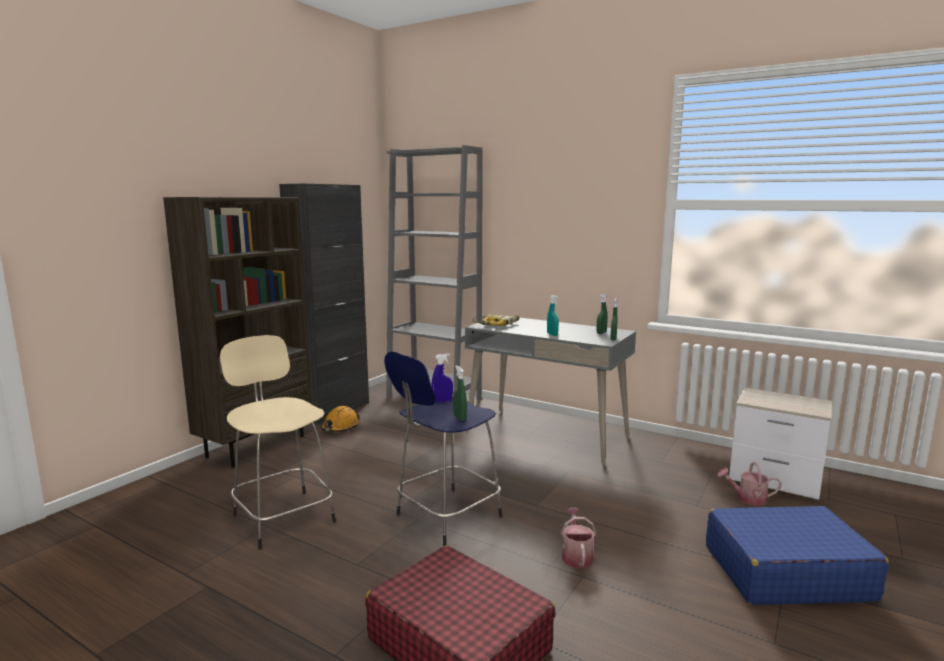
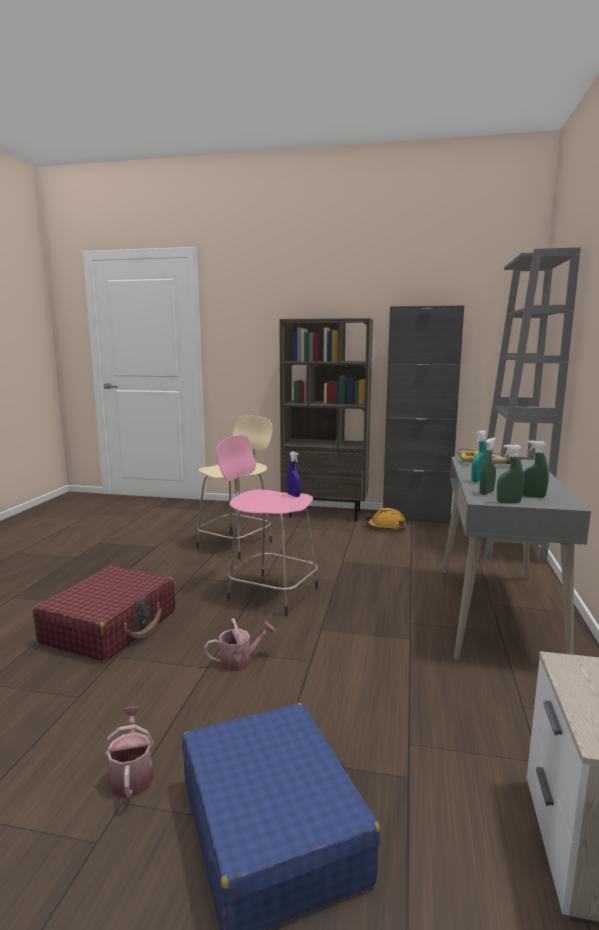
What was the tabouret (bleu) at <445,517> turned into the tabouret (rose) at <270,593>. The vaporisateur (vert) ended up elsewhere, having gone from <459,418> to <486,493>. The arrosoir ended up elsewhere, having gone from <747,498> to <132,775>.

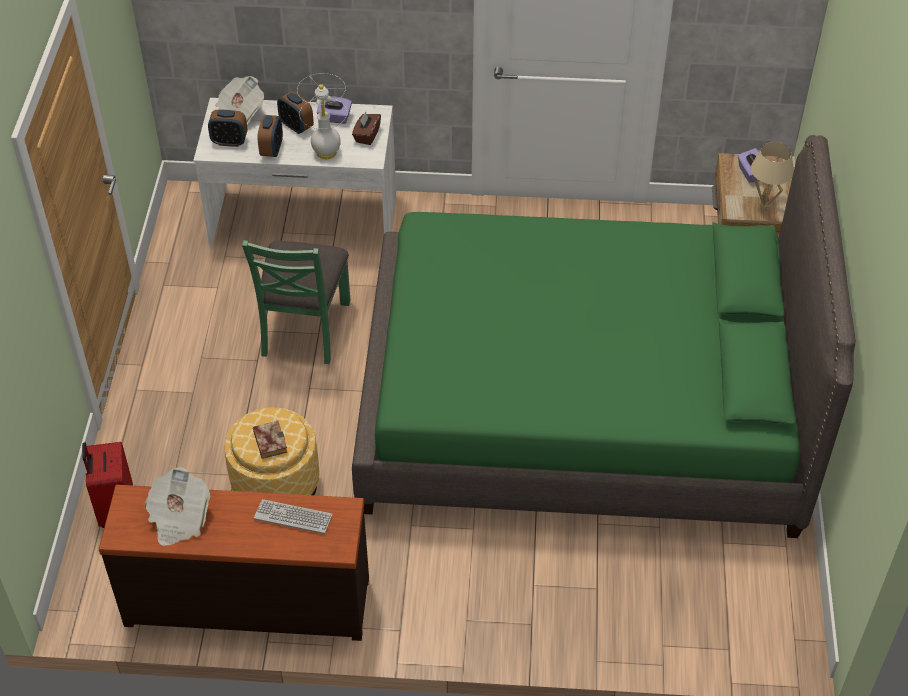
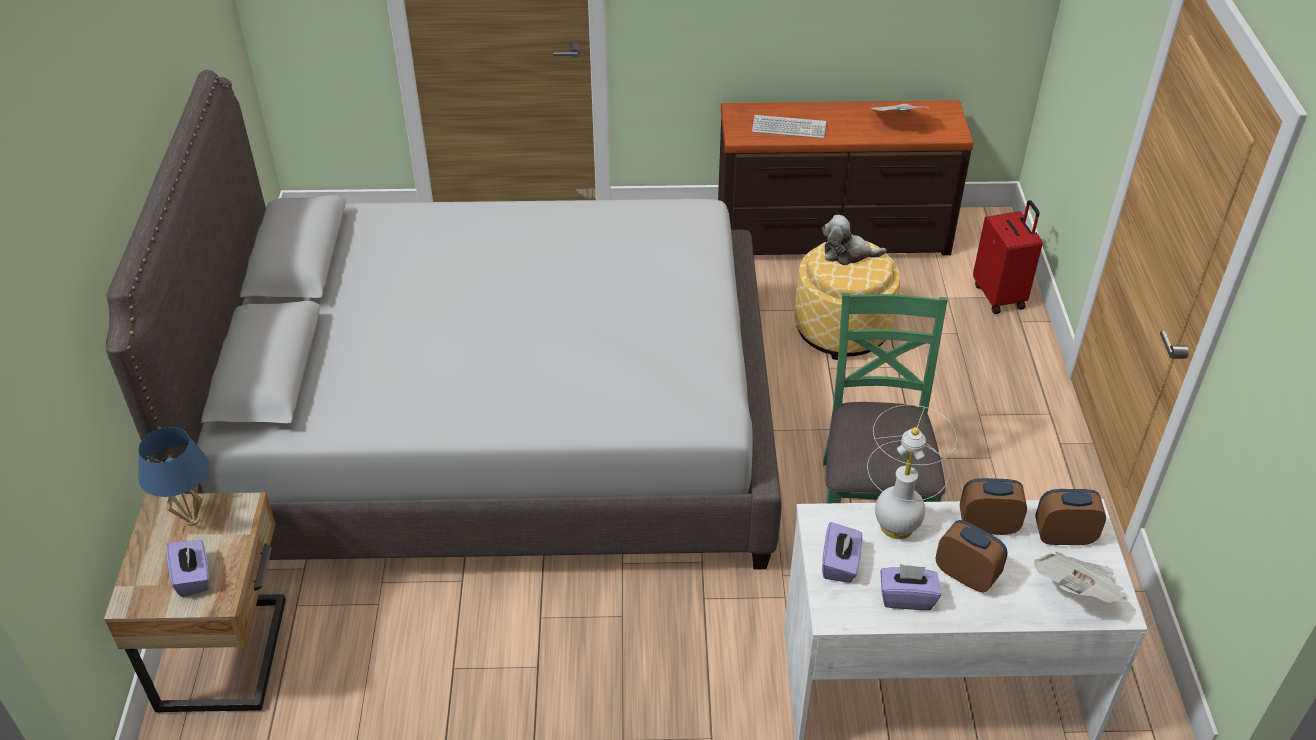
Where the livre stood at <268,441>, the peluche came to stand at <848,254>. The réveil at <272,149> ended up facing another way, 90 degrees clockwise from before. What was the boîte à mouchoirs (marron) at <367,135> turned into the boîte à mouchoirs (violet) at <840,564>. What was the lit (vert) at <583,406> turned into the lit (gris) at <496,429>. What was the lampe de table (beige) at <764,205> turned into the lampe de table (bleu) at <192,519>.

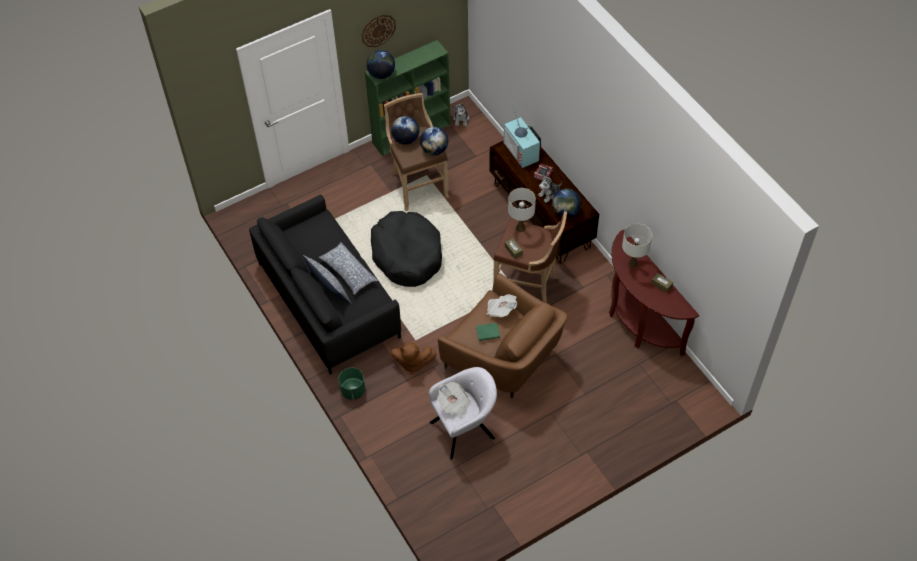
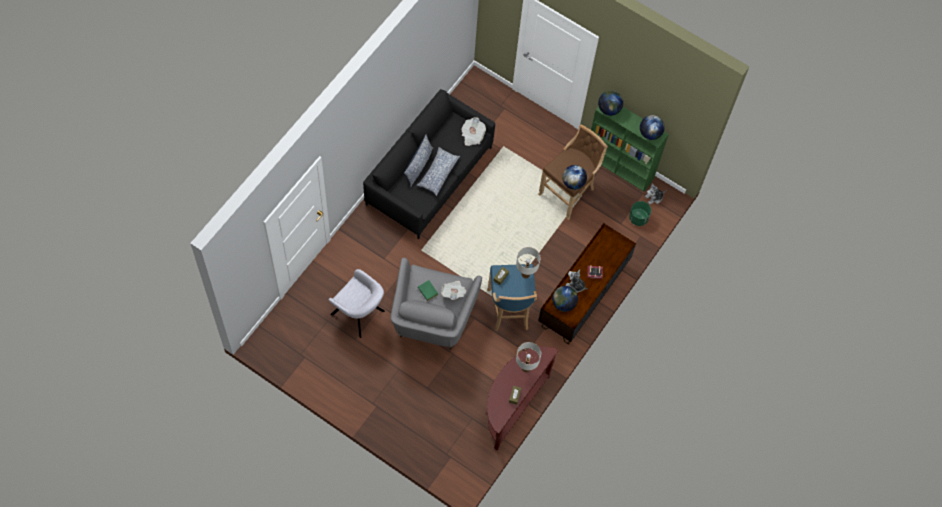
The cache-pot (vert) ended up elsewhere, having gone from <352,390> to <638,218>. The second view lost the horloge murale at <378,30>. The second view lost the panier pour chien (noir) at <407,255>. The globe ended up elsewhere, having gone from <406,139> to <650,133>. The second view lost the peluche (marron) at <412,363>. The journal ended up elsewhere, having gone from <454,404> to <472,135>. What was the fauteuil (marron) at <504,359> turned into the fauteuil (gris) at <432,318>. What was the tabouret (marron) at <528,284> turned into the tabouret (bleu) at <509,310>. The second view lost the téléviseur at <523,151>.

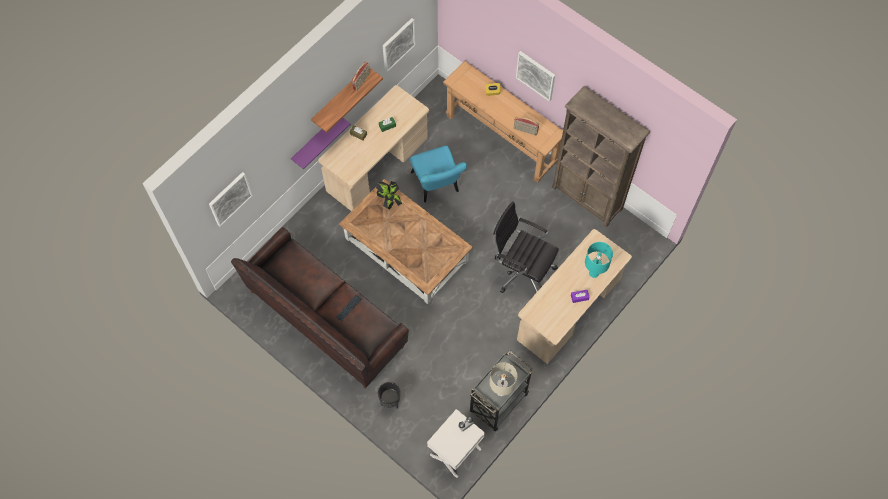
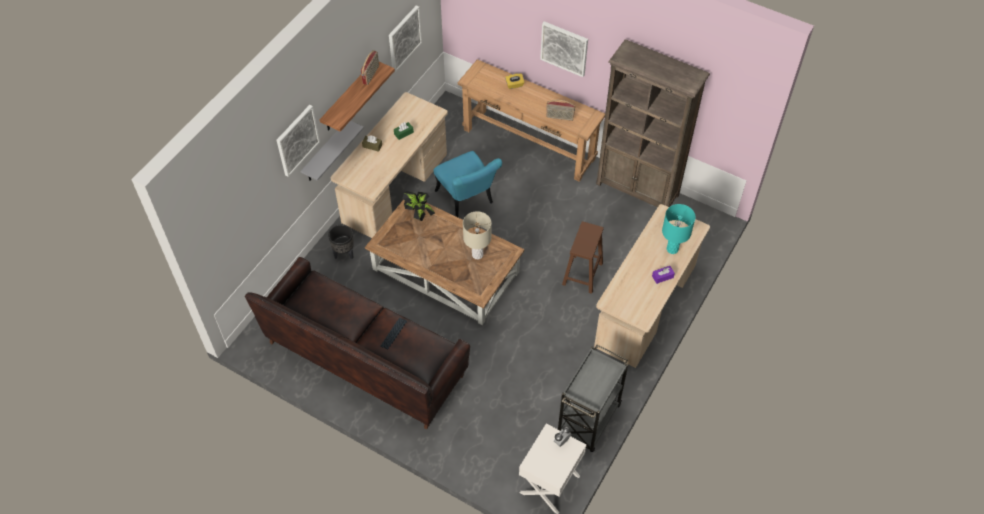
The tableau ended up elsewhere, having gone from <230,198> to <297,140>. What was the étagère (violet) at <315,141> turned into the étagère (gris) at <325,152>. The cache-pot (noir) ended up elsewhere, having gone from <390,402> to <344,254>. The lampe de table (beige) ended up elsewhere, having gone from <501,391> to <477,255>. Where the chaise de bureau (noir) stood at <522,270>, the tabouret (marron) came to stand at <582,273>.

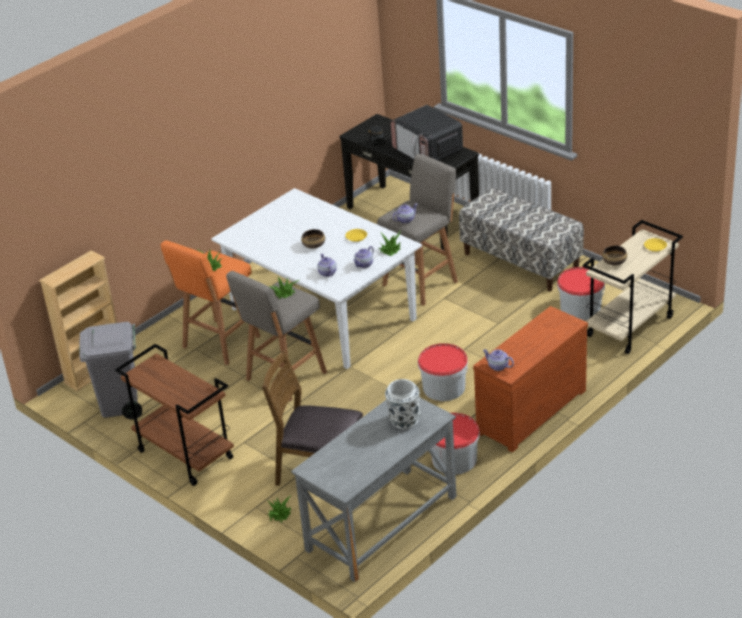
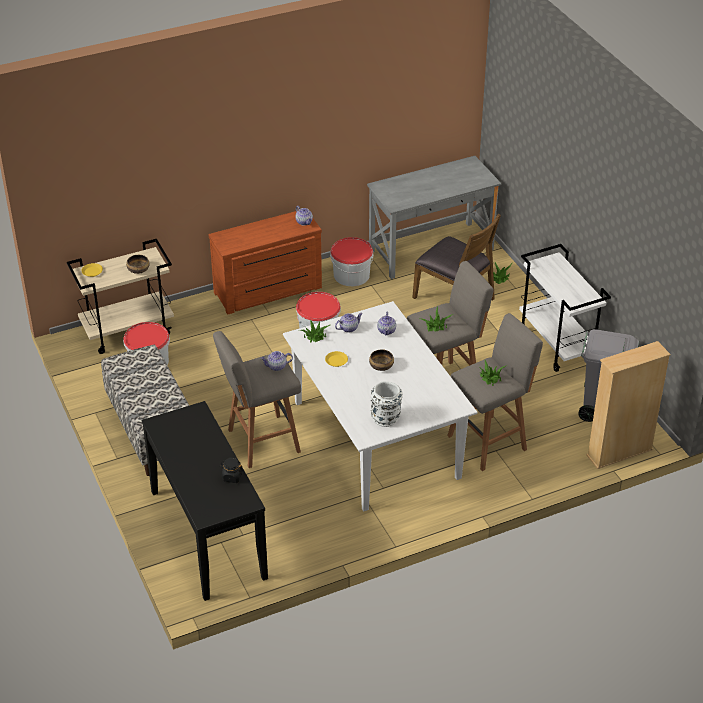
What was the chariot (marron) at <184,455> turned into the chariot (blanc) at <557,344>. What was the tabouret (orange) at <219,343> turned into the tabouret (gris) at <489,441>. The vase (blanc) ended up elsewhere, having gone from <404,420> to <386,418>. The second view lost the micro-ondes at <427,151>.

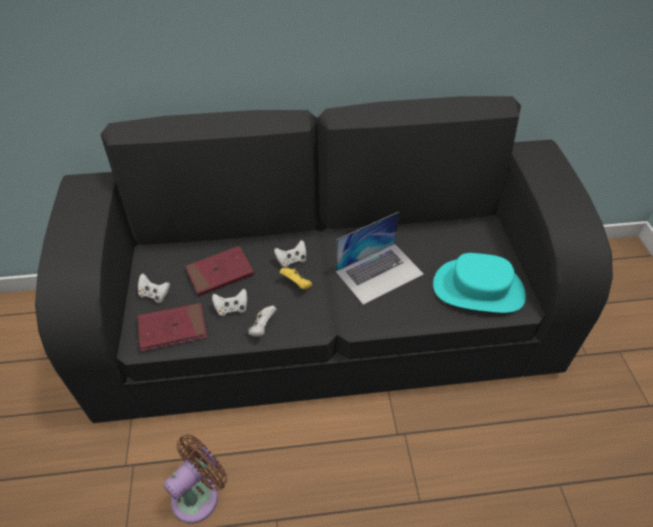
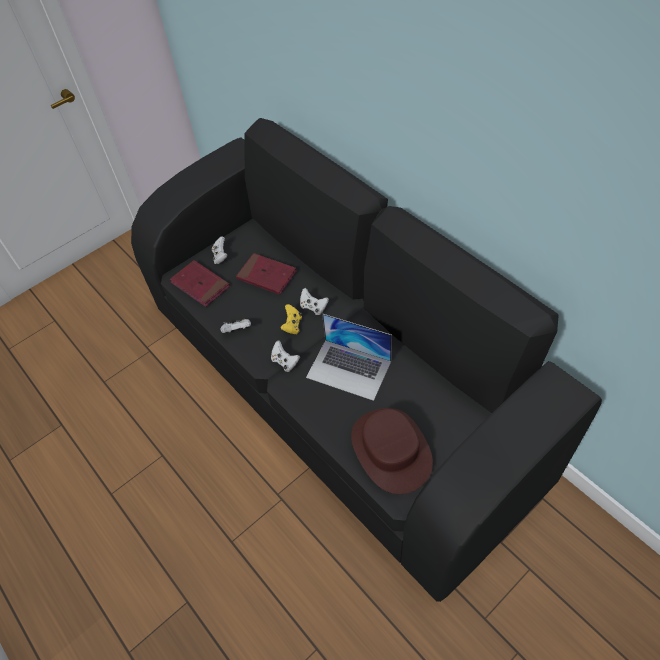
The second view lost the ventilateur (marron) at <199,494>. The manette (blanc) ended up elsewhere, having gone from <232,308> to <285,362>. What was the chapeau (turquoise) at <478,289> turned into the chapeau (marron) at <390,450>.

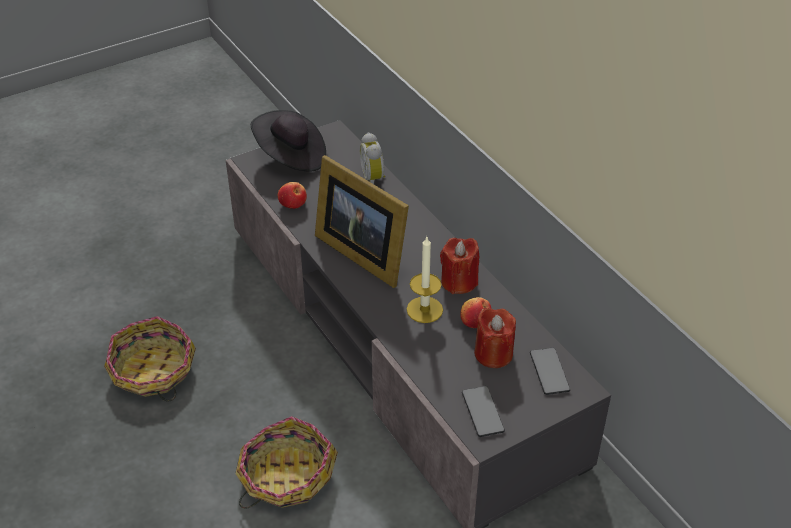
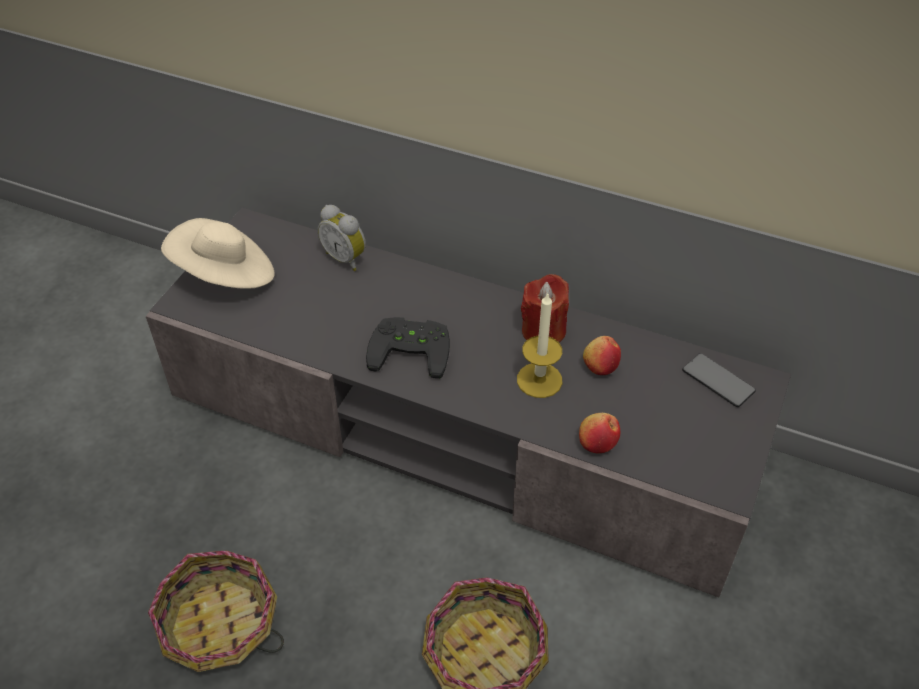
What was the chapeau (noir) at <291,157> turned into the chapeau (beige) at <225,276>. The pomme ended up elsewhere, having gone from <293,203> to <597,442>. Where the cadre photo stood at <362,251>, the manette (noir) came to stand at <412,348>. The second view lost the téléphone at <482,412>. The second view lost the bougie (rouge) at <493,354>.

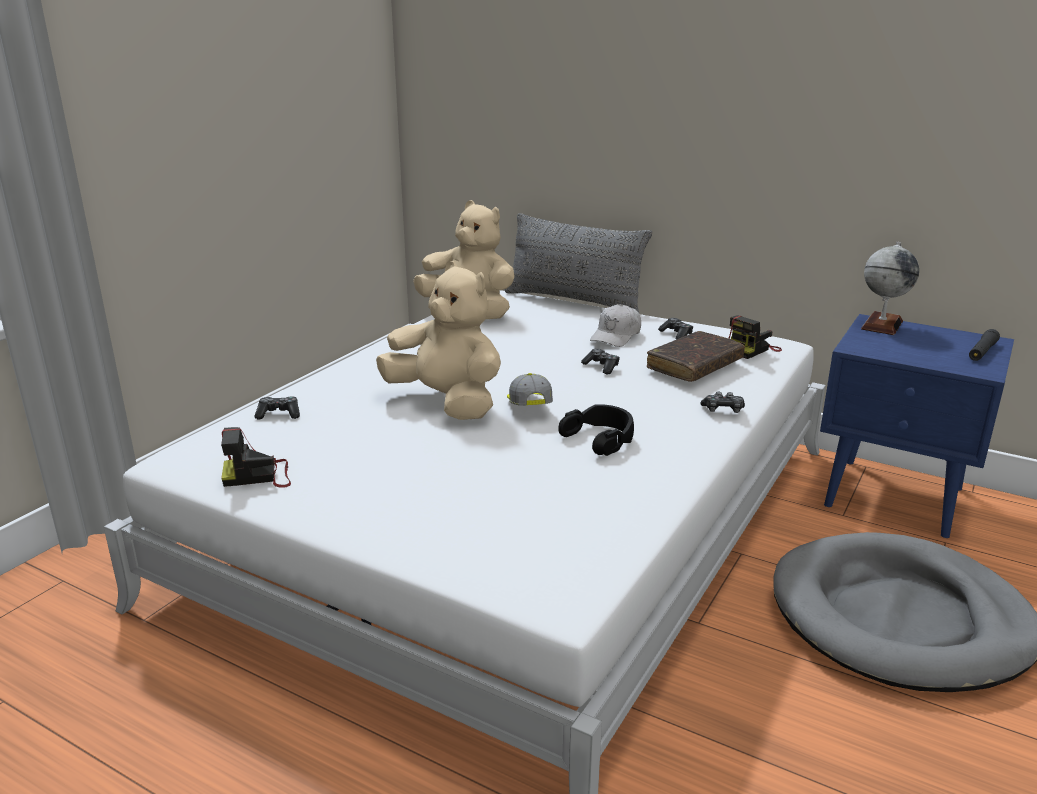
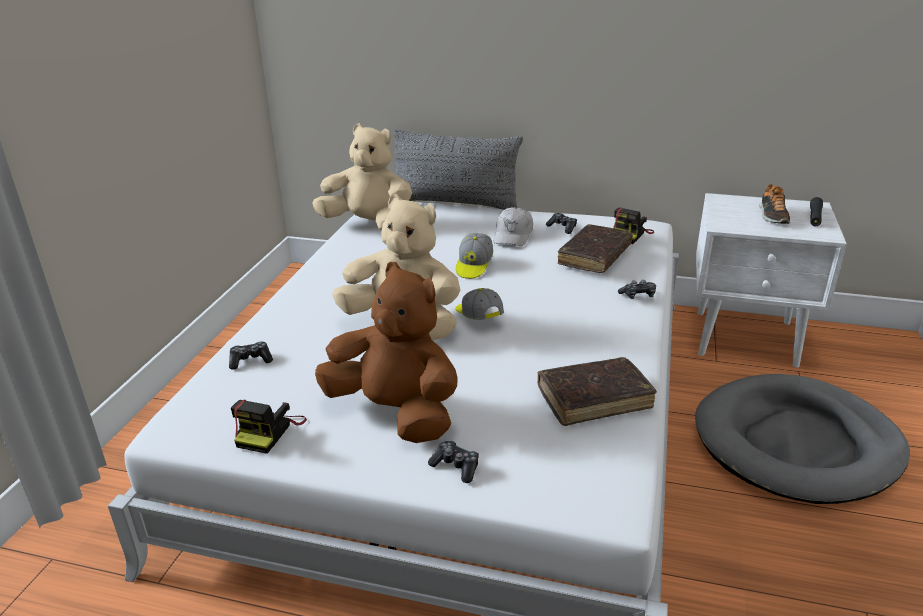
The appareil photo at <259,476> ended up facing another way, 45 degrees counterclockwise from before. The second view lost the casque audio (noir) at <600,438>. The manette ended up elsewhere, having gone from <601,367> to <456,467>. What was the table de chevet (bleu) at <896,497> turned into the table de chevet (blanc) at <747,338>. The second view lost the globe at <881,325>. The second view gained the peluche (marron) at <396,412>. The second view gained the casquette at <474,266>. The second view gained the livre (marron) at <594,399>. The second view gained the chaussure at <772,216>.

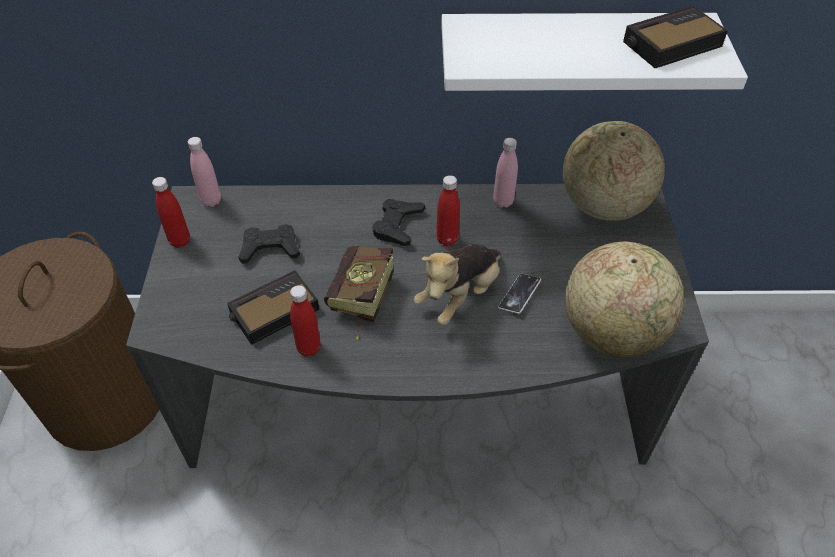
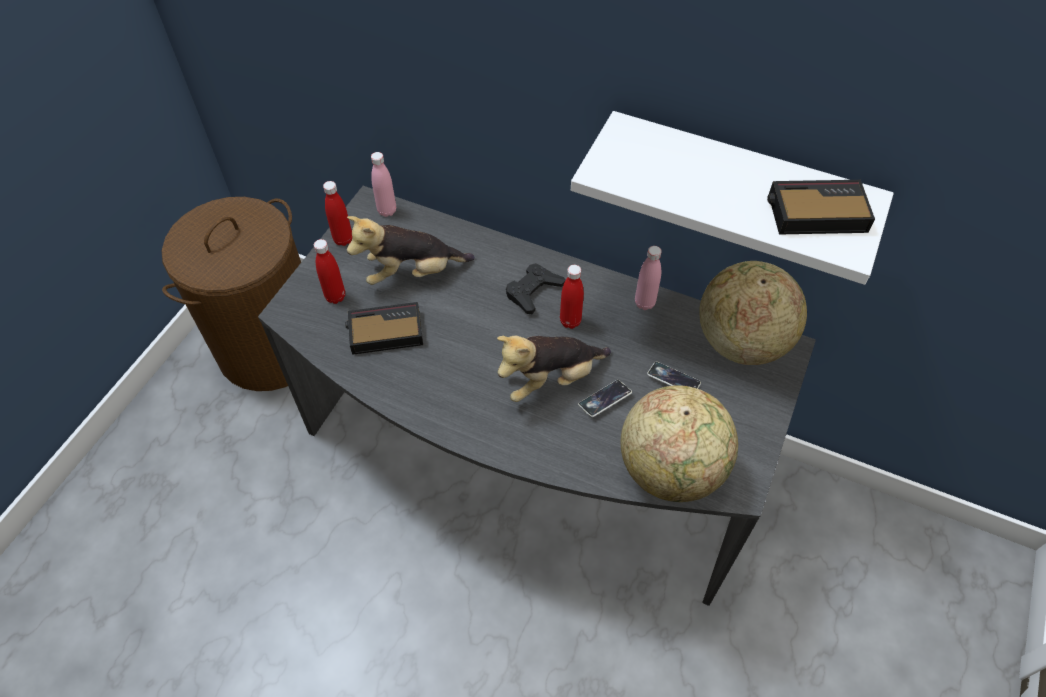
Where the manette (noir) stood at <270,248>, the peluche came to stand at <412,273>. The bouteille (rouge) ended up elsewhere, having gone from <309,348> to <335,297>. The second view lost the livre at <359,302>. The second view gained the téléphone at <673,380>.

